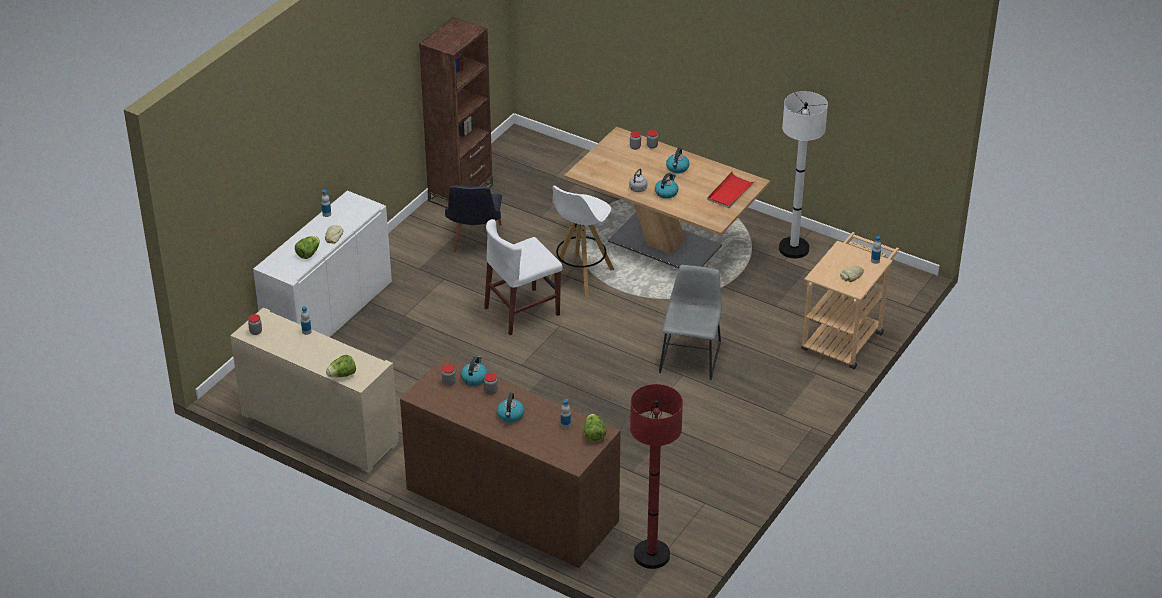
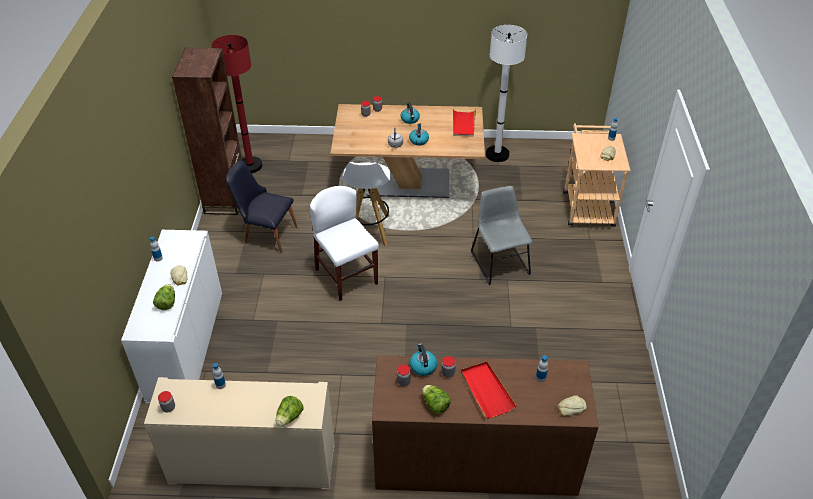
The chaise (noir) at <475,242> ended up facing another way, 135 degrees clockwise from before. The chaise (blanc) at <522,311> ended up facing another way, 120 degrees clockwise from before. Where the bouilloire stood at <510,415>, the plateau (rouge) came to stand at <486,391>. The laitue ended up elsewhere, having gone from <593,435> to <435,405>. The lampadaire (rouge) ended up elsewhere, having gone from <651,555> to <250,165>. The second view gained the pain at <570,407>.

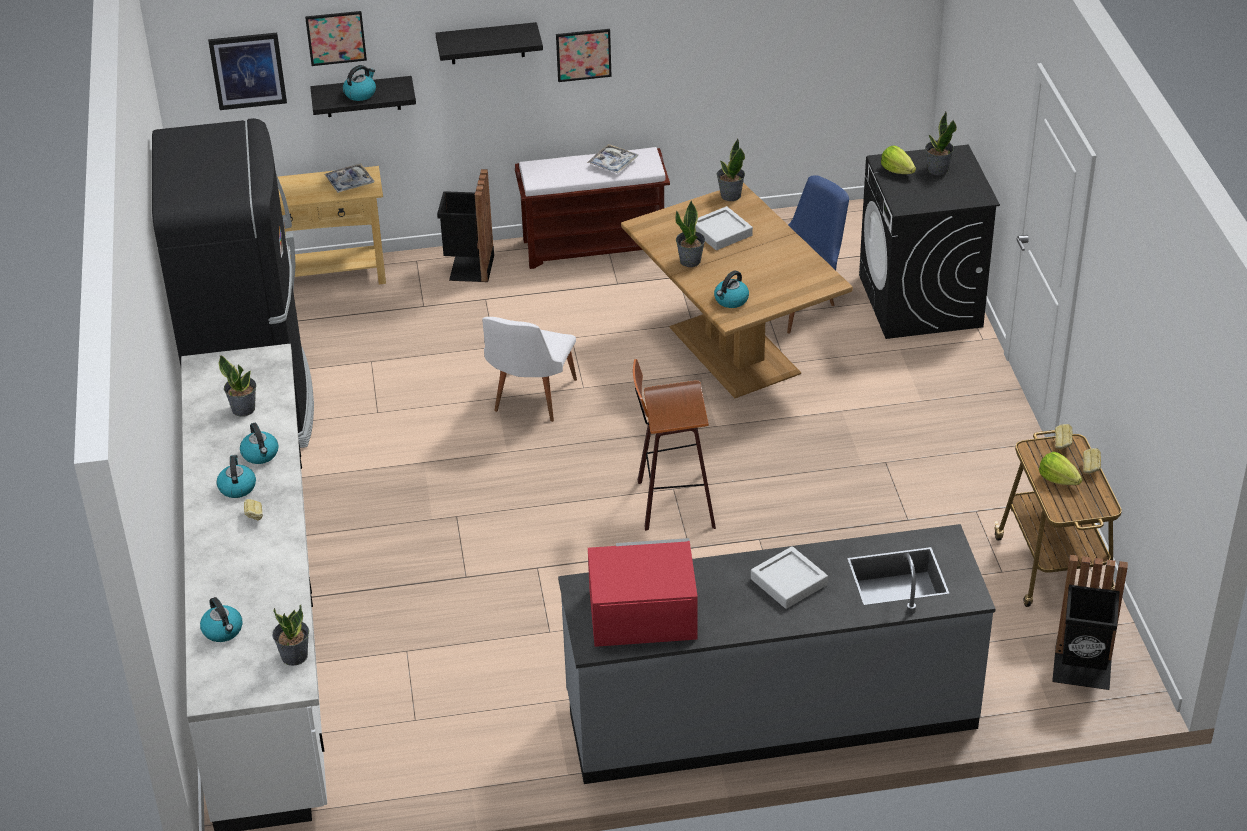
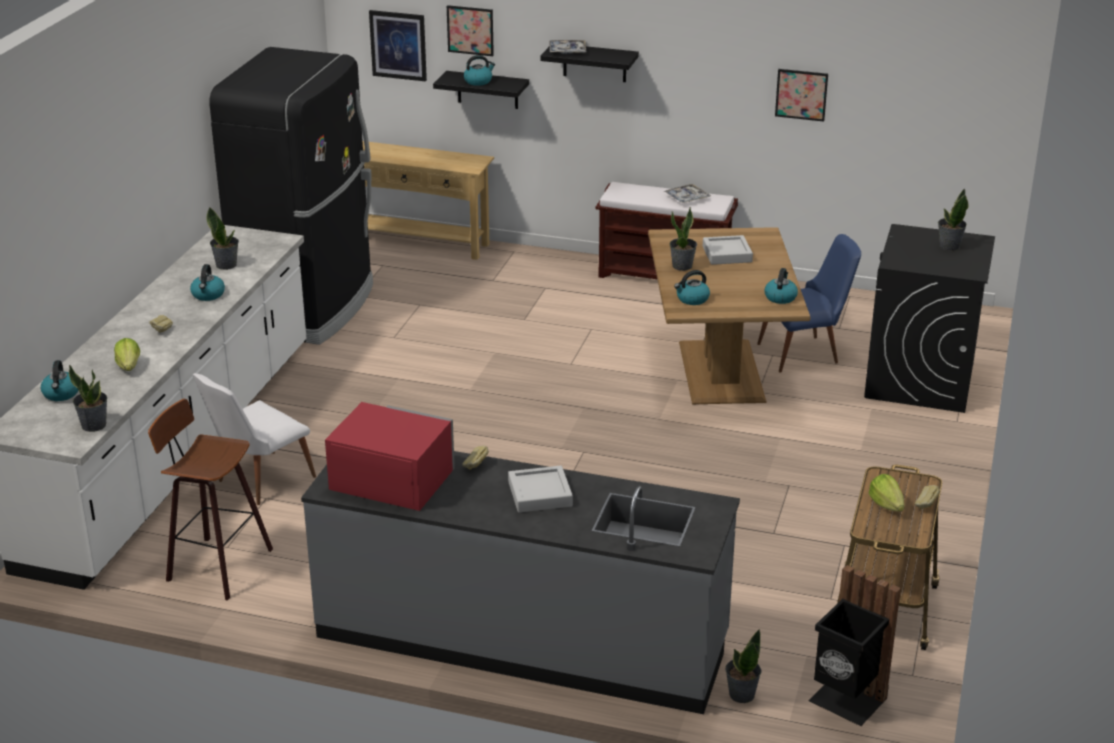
The bouilloire ended up elsewhere, having gone from <237,487> to <780,297>. The plateau ended up elsewhere, having gone from <349,183> to <567,51>. The second view lost the poubelle (noir) at <469,268>. The chaise (blanc) ended up elsewhere, having gone from <530,400> to <258,481>. The tableau ended up elsewhere, having gone from <583,54> to <801,94>. The tabouret ended up elsewhere, having gone from <672,502> to <215,566>. The plante en pot ended up elsewhere, having gone from <730,195> to <741,694>. The laitue ended up elsewhere, having gone from <897,170> to <129,367>. The pain ended up elsewhere, having gone from <1062,444> to <476,466>.

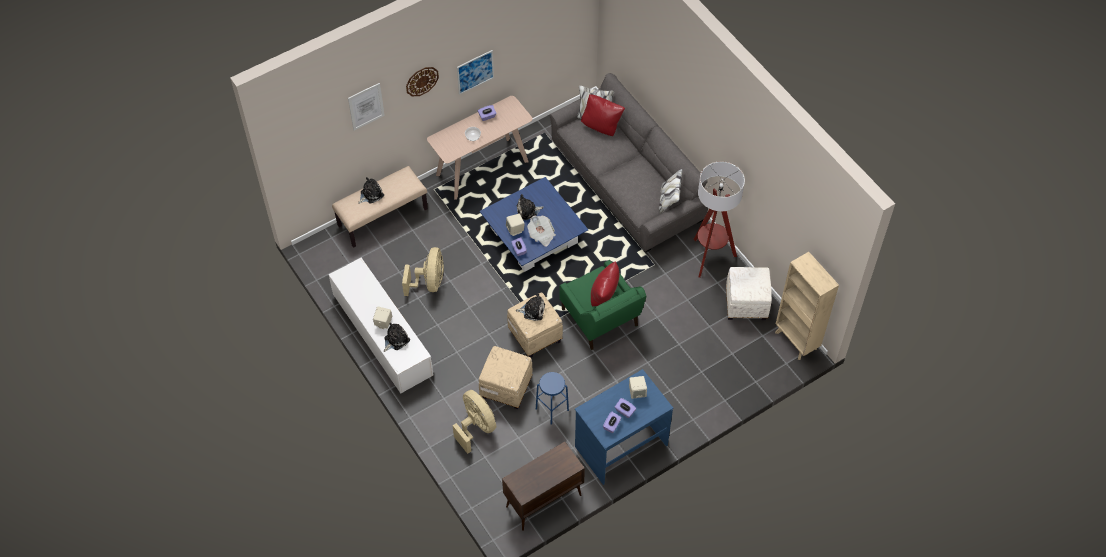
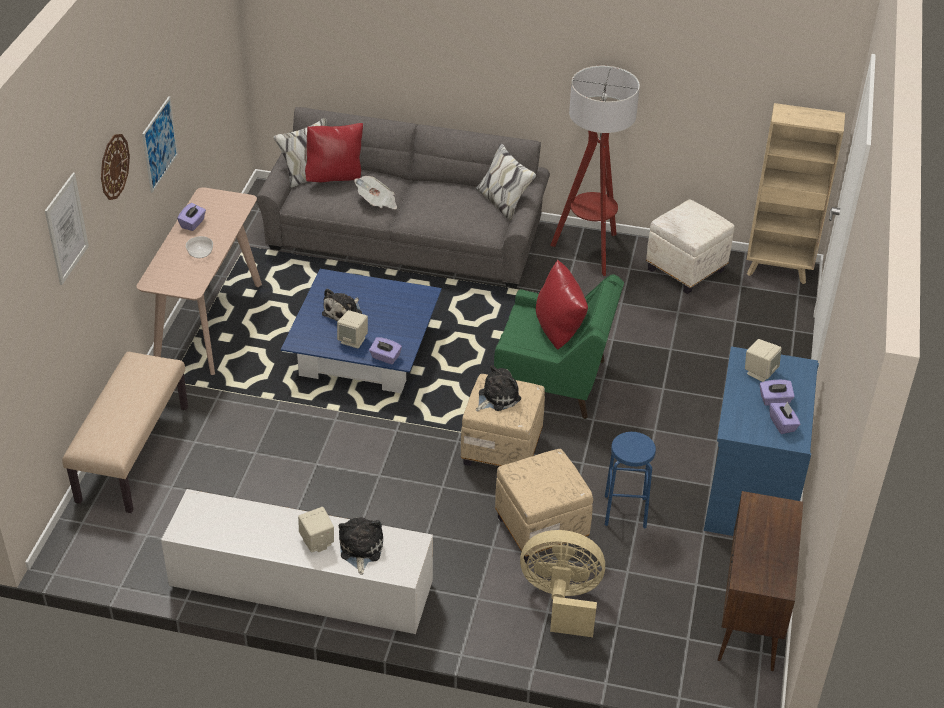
The second view lost the peluche at <370,194>. The second view lost the ventilateur (beige) at <429,283>. The journal ended up elsewhere, having gone from <541,235> to <377,202>.

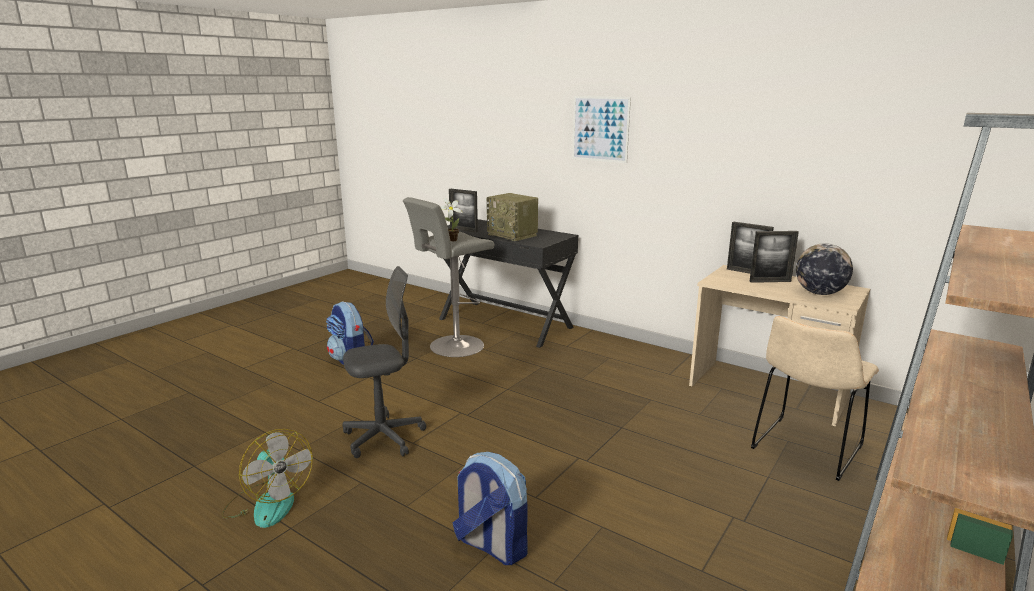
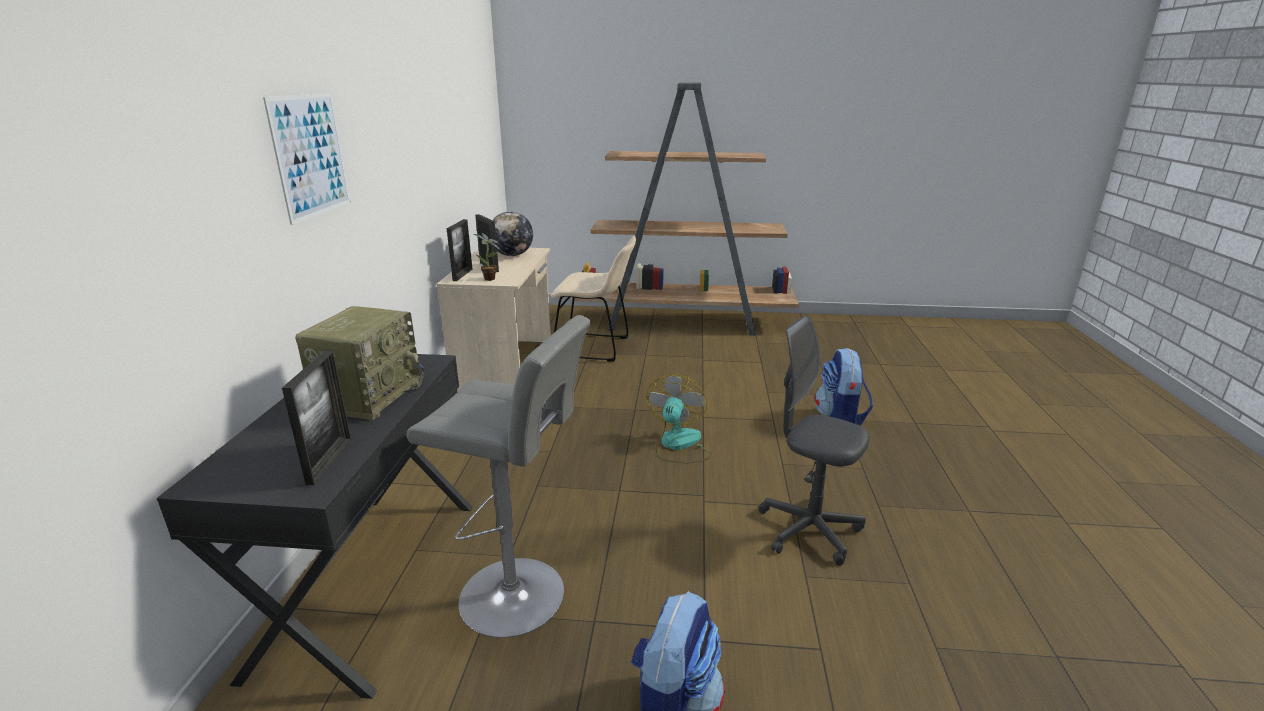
The ventilateur ended up elsewhere, having gone from <268,503> to <678,445>. The plante en pot ended up elsewhere, having gone from <451,240> to <491,279>.

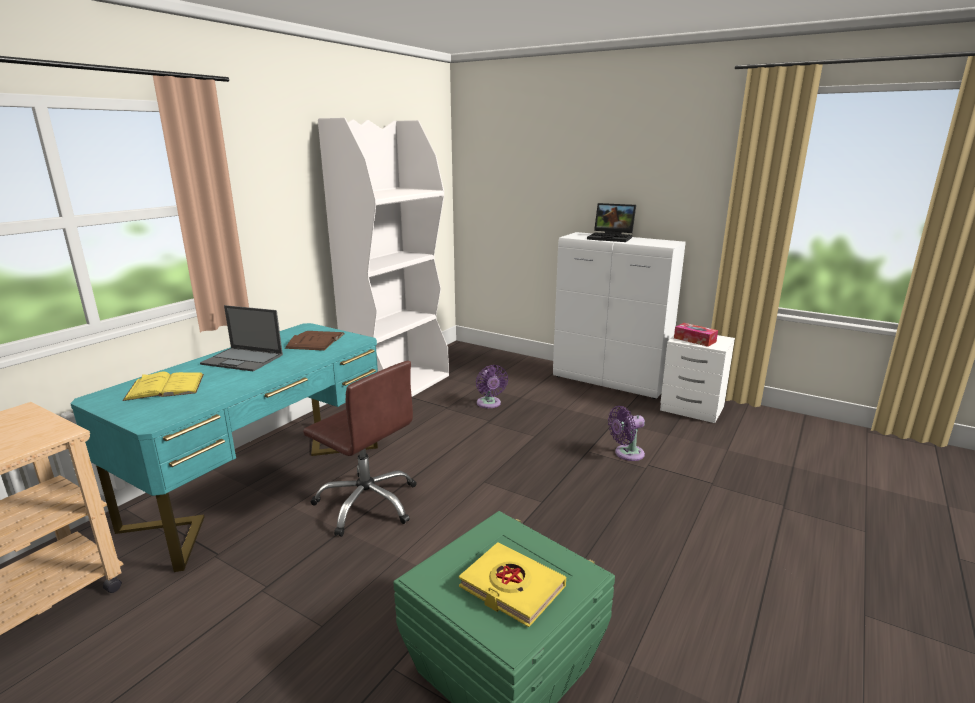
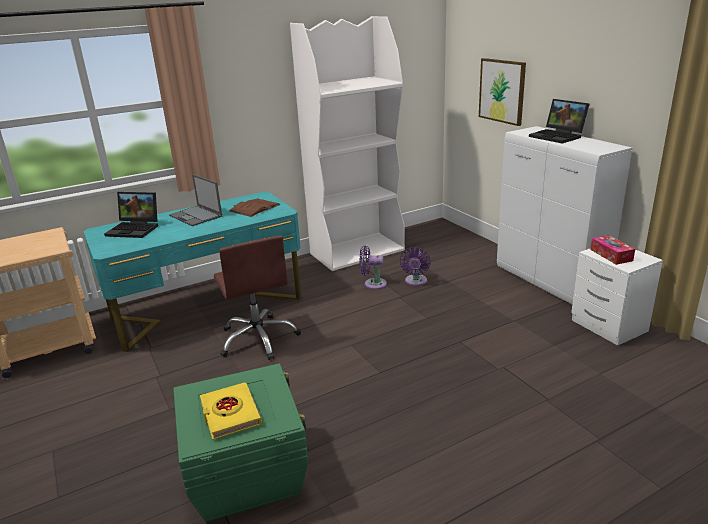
Where the livre (jaune) stood at <165,387>, the ordinateur portable came to stand at <135,229>. The ventilateur (violet) ended up elsewhere, having gone from <626,454> to <373,284>. The second view gained the tableau at <502,91>.

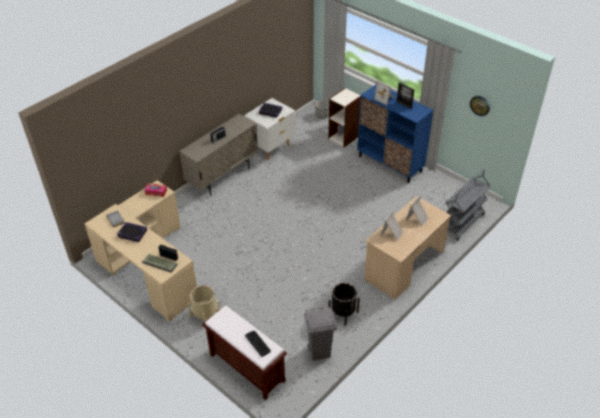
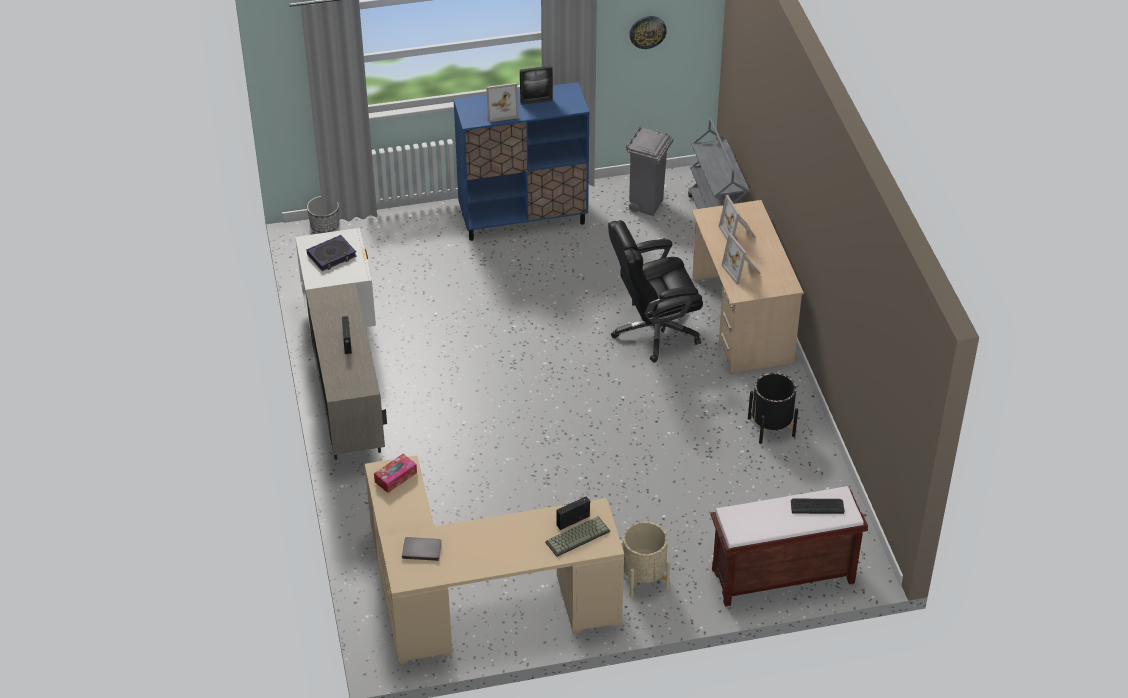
The second view lost the livre at <132,234>. The poubelle (gris) ended up elsewhere, having gone from <320,352> to <646,205>. The second view lost the bibliothèque at <344,137>. The second view gained the chaise de bureau (noir) at <654,331>.

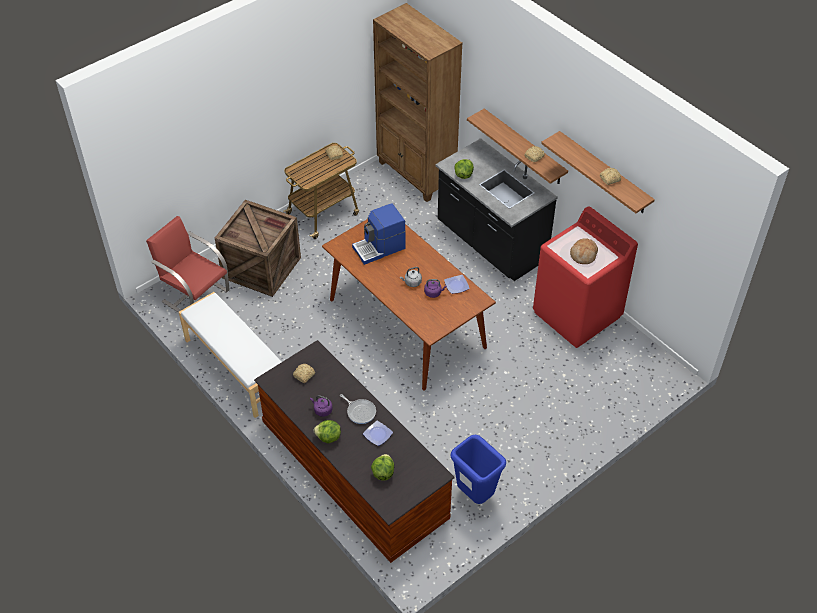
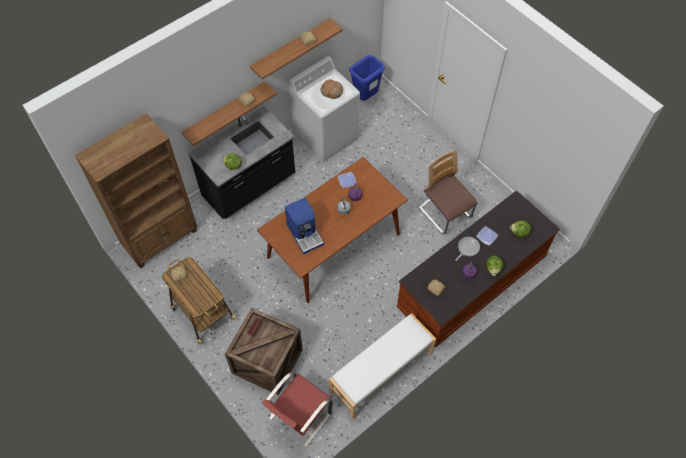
The poubelle (bleu) ended up elsewhere, having gone from <475,495> to <366,97>. What was the lave-linge (rouge) at <577,314> turned into the lave-linge (blanc) at <326,136>. The second view gained the chaise at <445,213>.

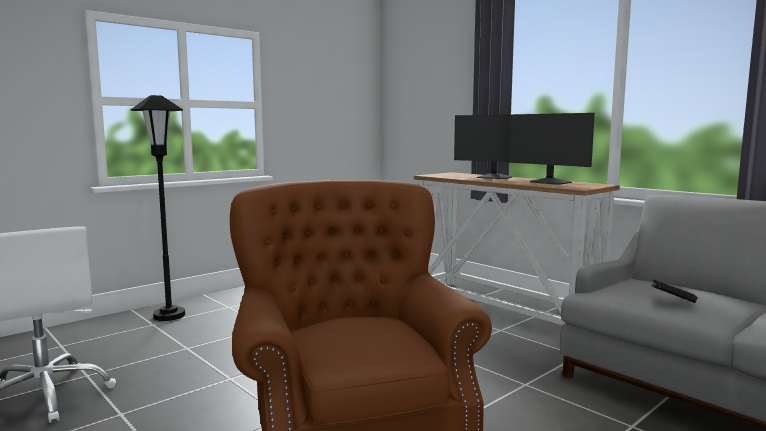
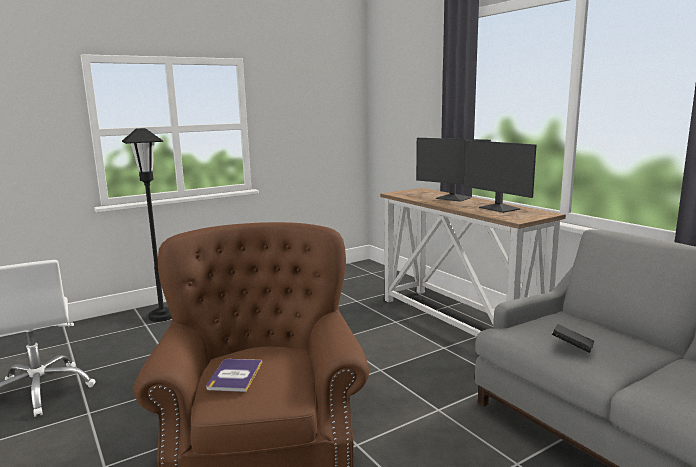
The second view gained the livre at <234,376>.

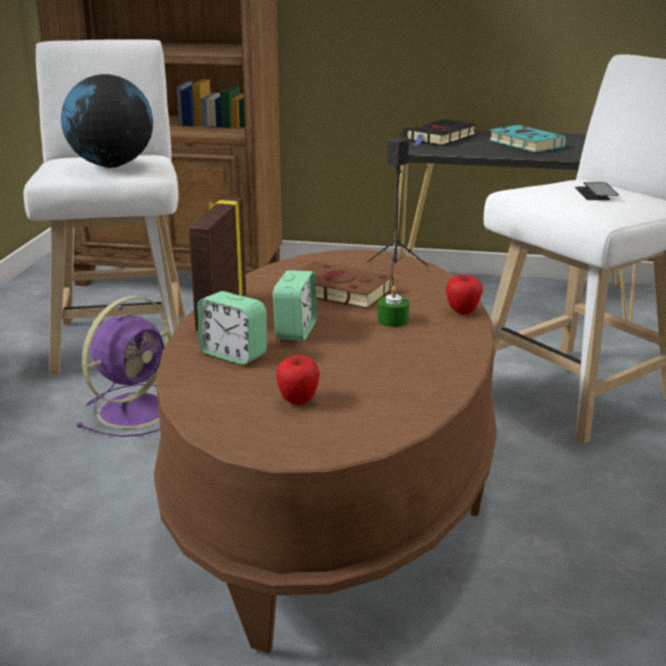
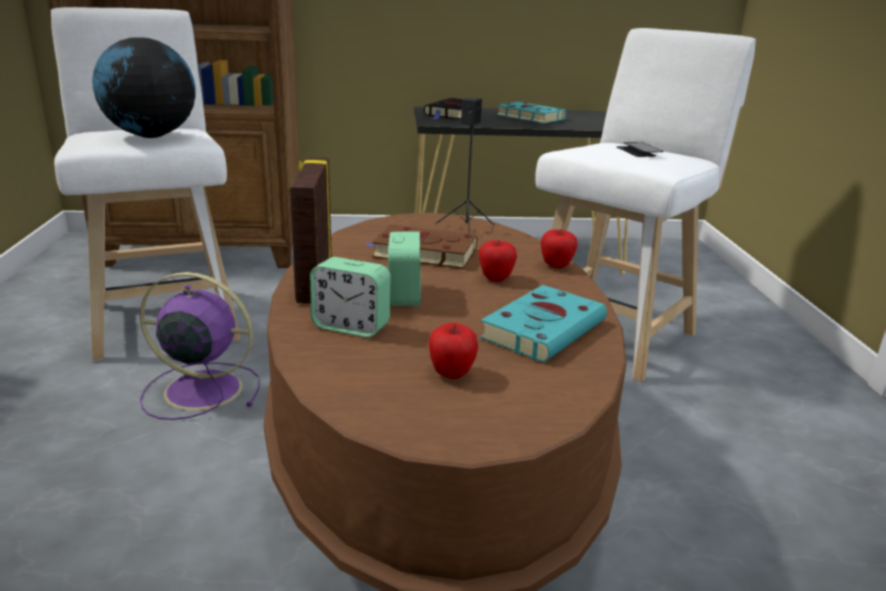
The ventilateur (violet) at <136,409> ended up facing another way, 105 degrees counterclockwise from before. Where the bougie (vert) stood at <393,320>, the pomme came to stand at <495,278>. The second view gained the livre (turquoise) at <545,329>.

